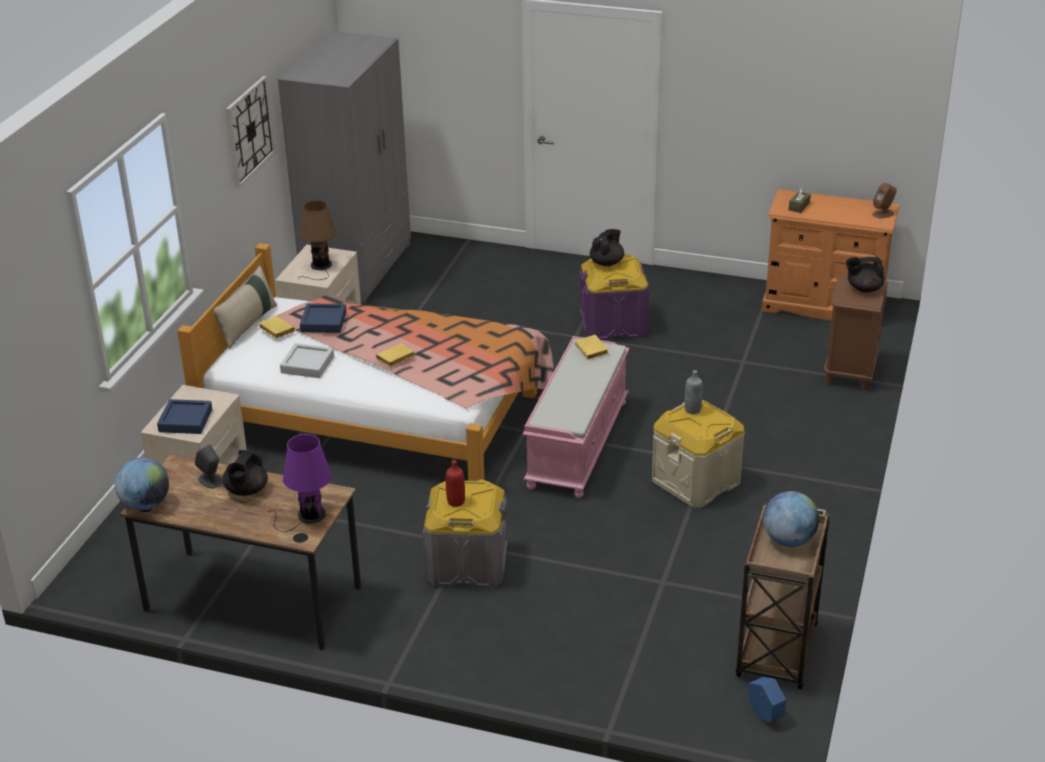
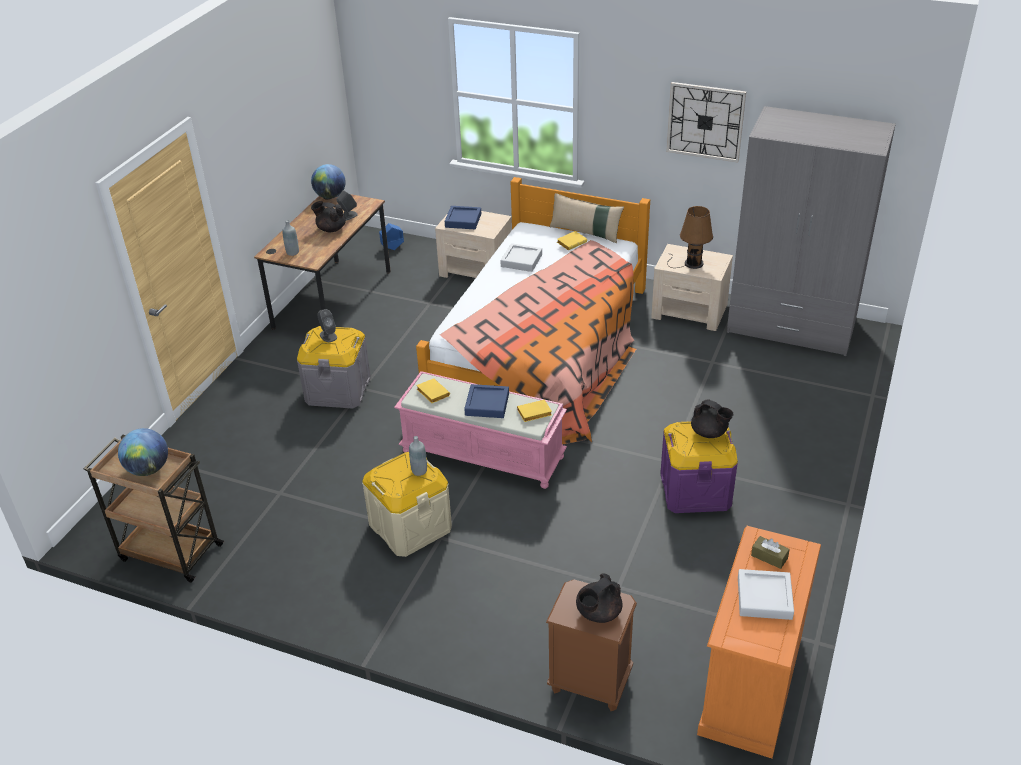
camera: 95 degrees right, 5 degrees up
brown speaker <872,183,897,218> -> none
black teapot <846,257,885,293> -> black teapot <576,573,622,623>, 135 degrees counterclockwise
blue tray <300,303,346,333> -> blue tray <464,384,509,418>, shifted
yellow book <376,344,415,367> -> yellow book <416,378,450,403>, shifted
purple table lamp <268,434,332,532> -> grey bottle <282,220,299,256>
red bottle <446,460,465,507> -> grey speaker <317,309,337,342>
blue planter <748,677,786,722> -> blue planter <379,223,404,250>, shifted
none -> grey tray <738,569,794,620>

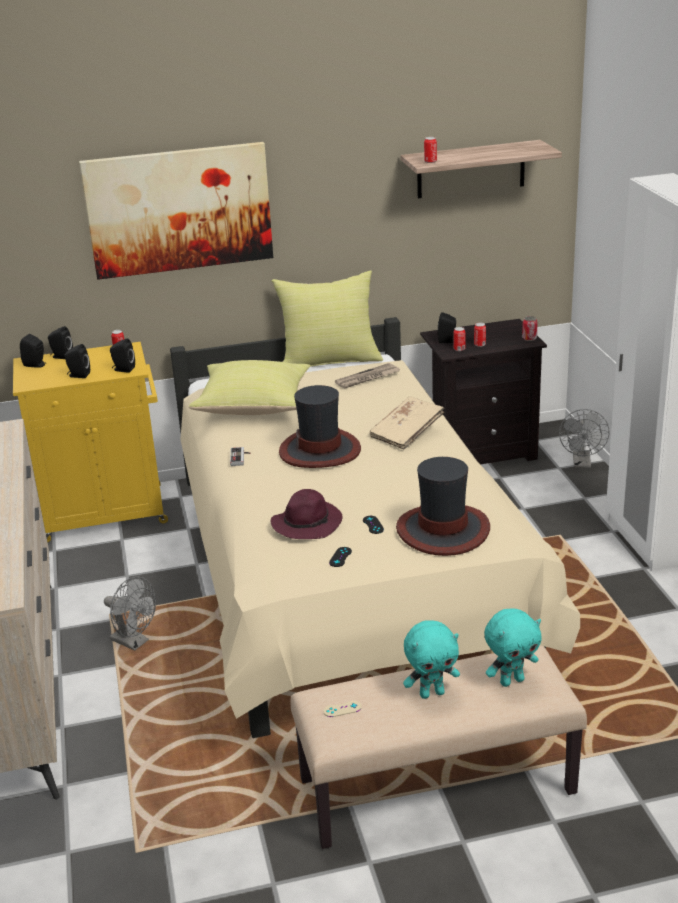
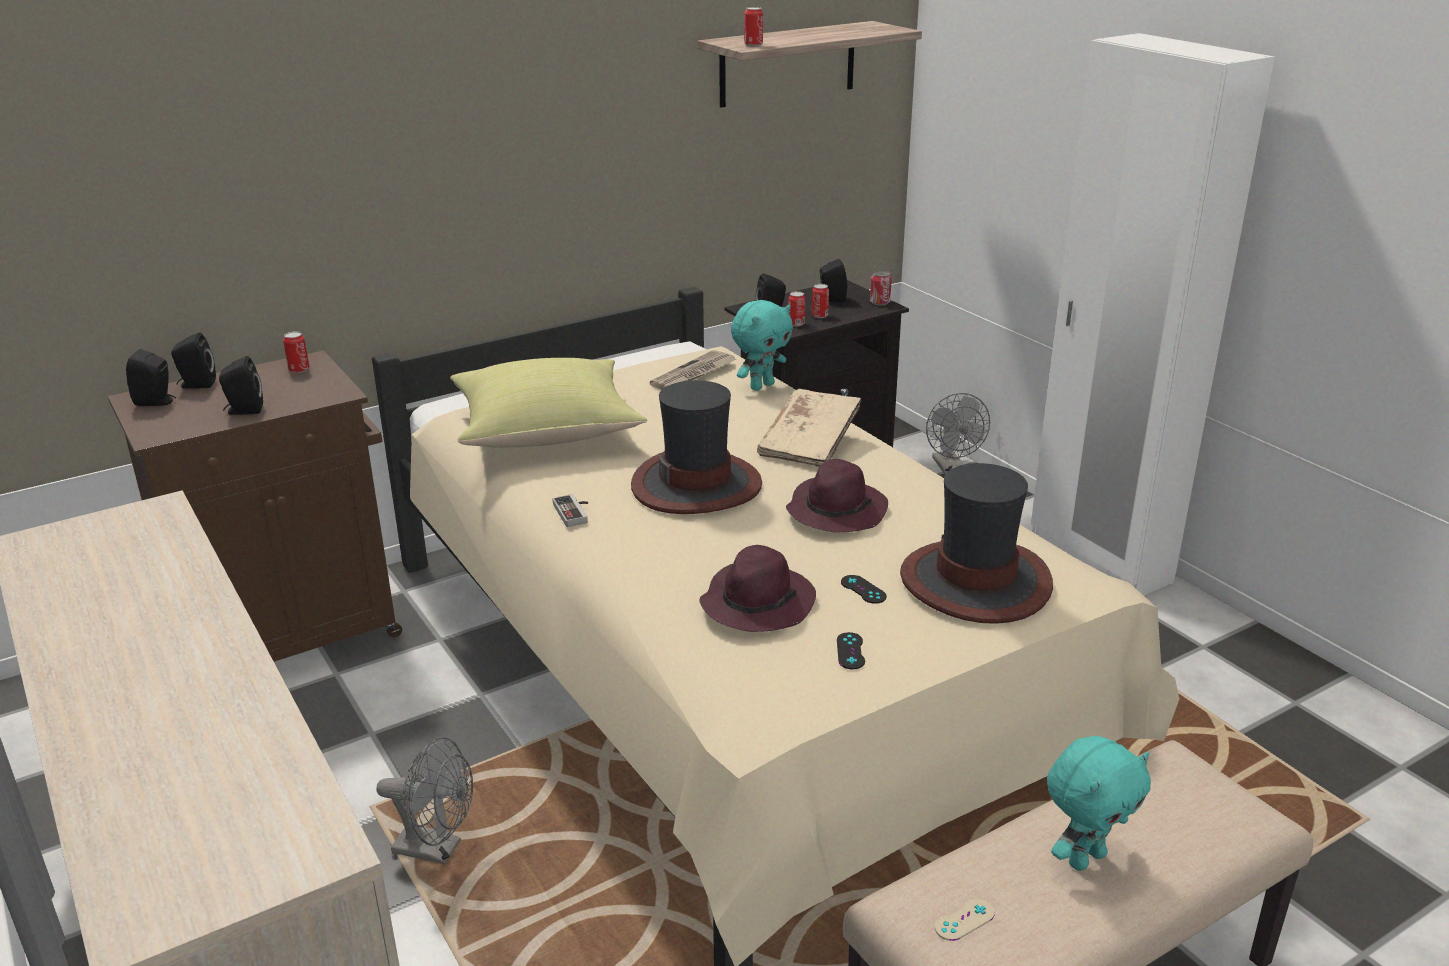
camera: 20 degrees left, 0 degrees up
picture <79,142,273,280> -> none
yellow pillow <272,270,383,367> -> none
black speaker <110,338,135,373> -> black speaker <819,259,848,303>, shifted
yellow cabinet <13,342,168,542> -> brown cabinet <108,350,402,662>
turquoise plush toy <485,608,542,687> -> turquoise plush toy <731,300,793,391>, shifted
none -> purple hat <786,459,888,533>

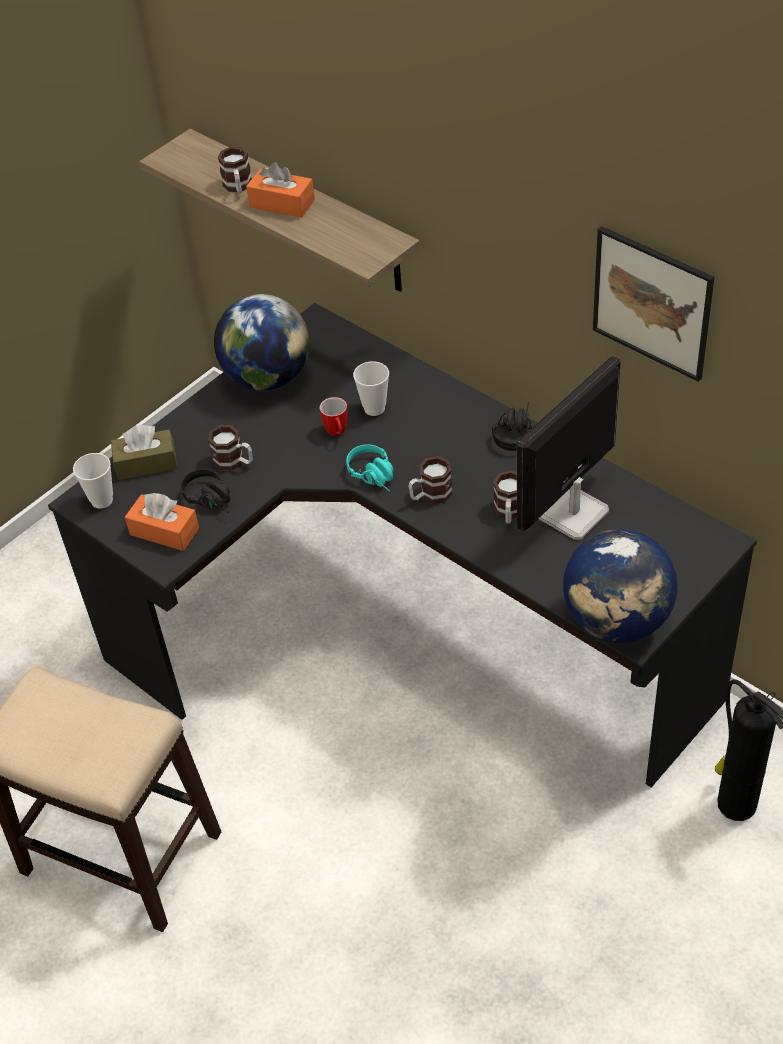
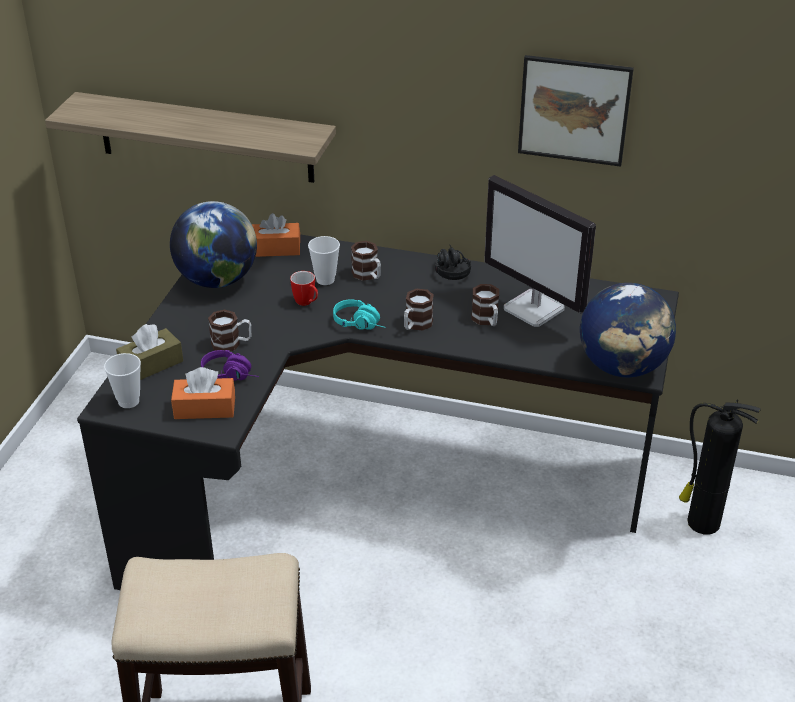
camera: 30 degrees left, 10 degrees down
mug <218,147,252,193> -> mug <351,241,381,281>, shifted
orange tissue box <246,162,315,218> -> orange tissue box <252,213,300,257>, shifted
monitor <517,356,621,540> -> monitor <484,175,596,327>, 60 degrees counterclockwise
black headphones <181,469,230,513> -> purple headphones <201,350,259,381>

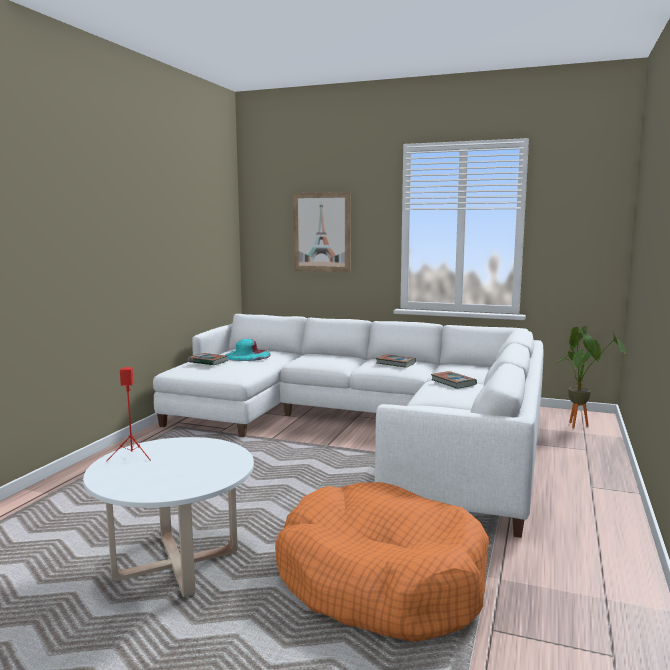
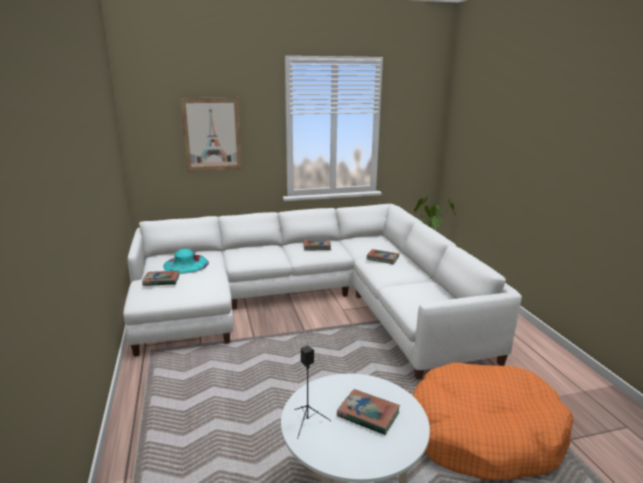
camera: 35 degrees left, 10 degrees up
red speaker <107,367,151,461> -> black speaker <294,346,331,438>
none -> book <337,389,400,435>

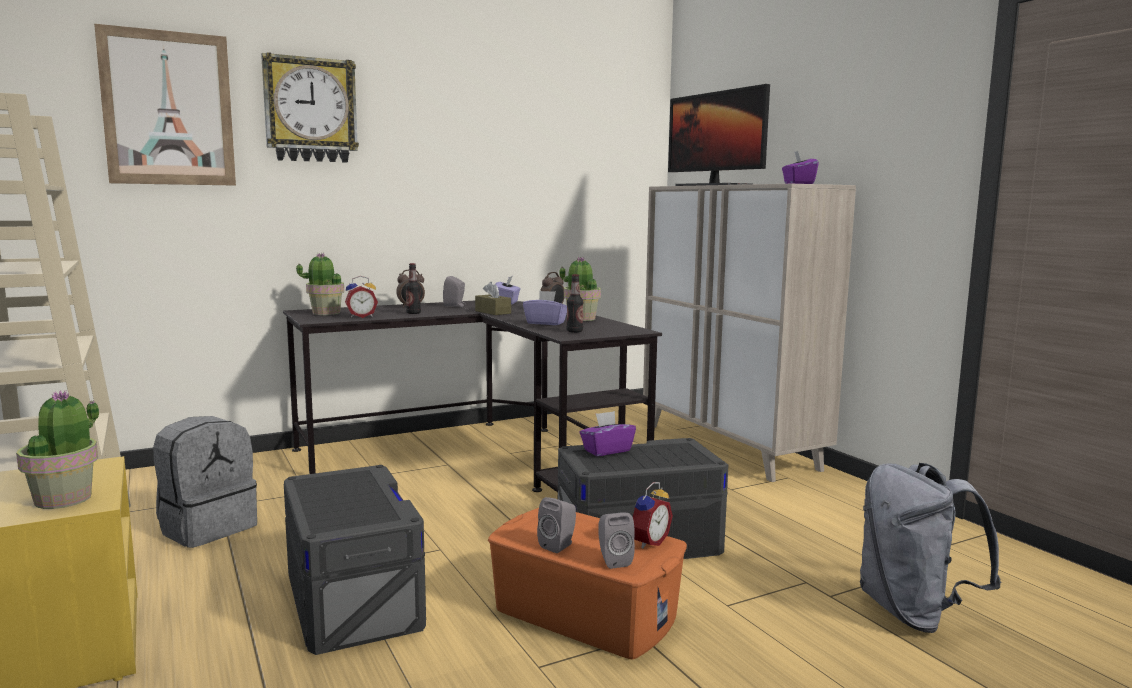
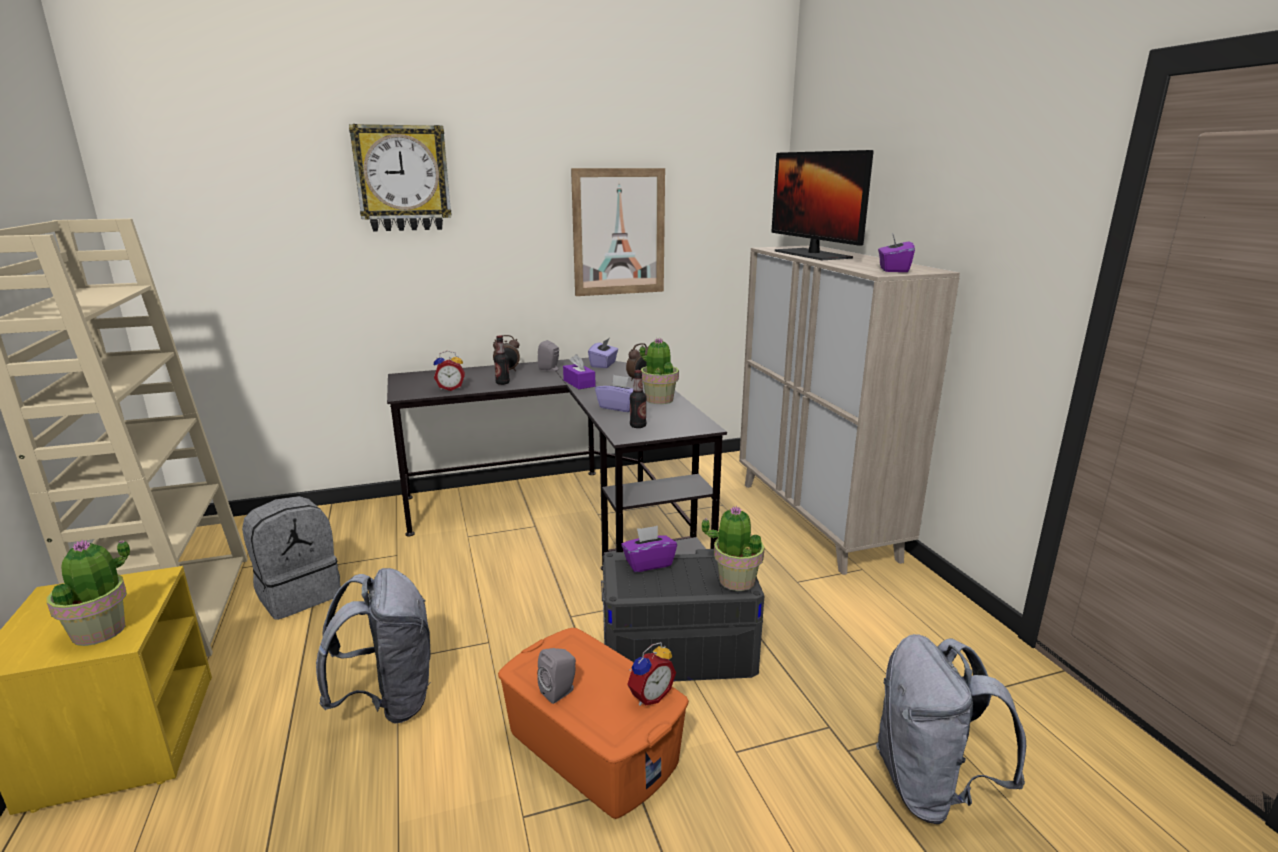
camera: 10 degrees right, 10 degrees up
picture <94,24,236,186> -> picture <571,168,665,296>, shifted
potted plant <296,253,344,315> -> potted plant <701,505,765,591>, shifted
brown tissue box <475,282,511,315> -> purple tissue box <563,354,596,389>
grey storage box <284,465,426,655> -> grey backpack <316,568,431,723>
grey speaker <598,512,635,569> -> none

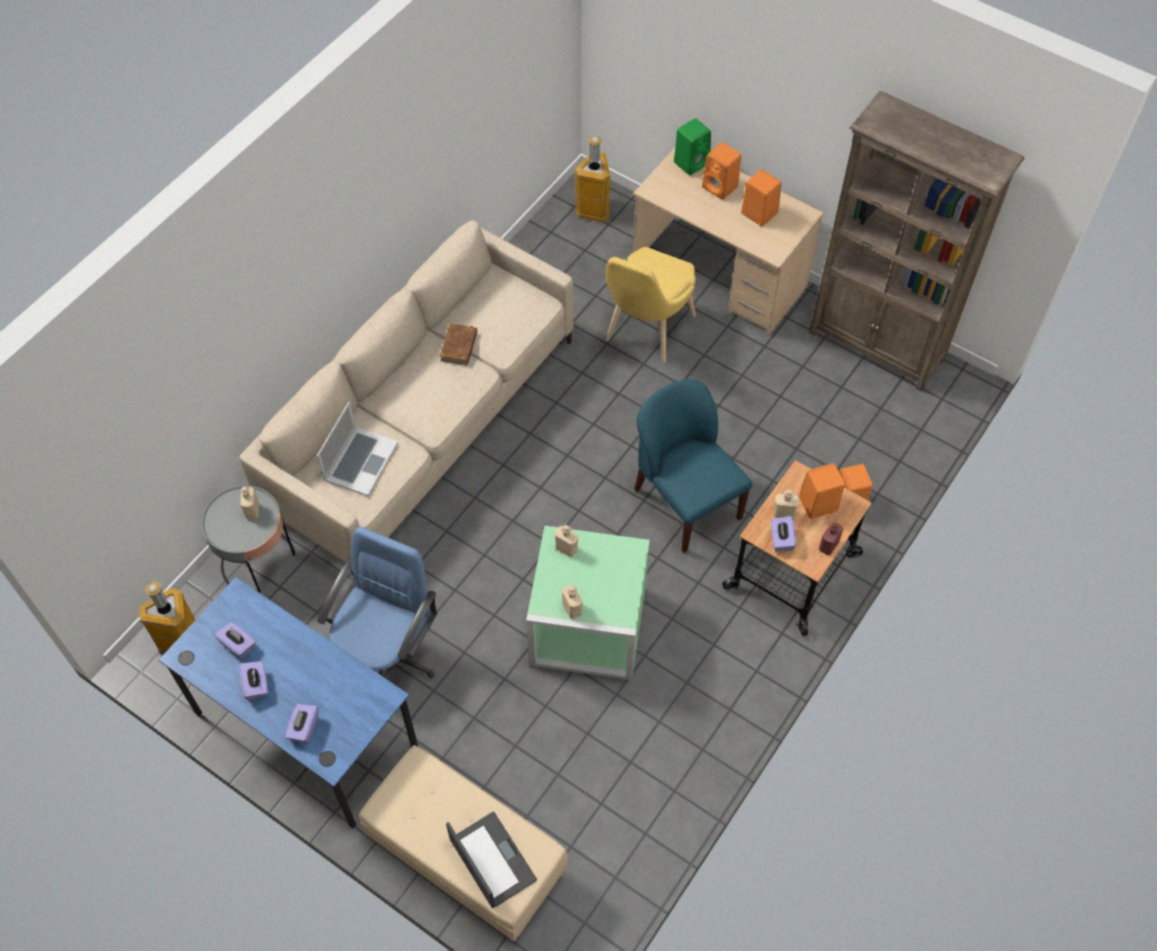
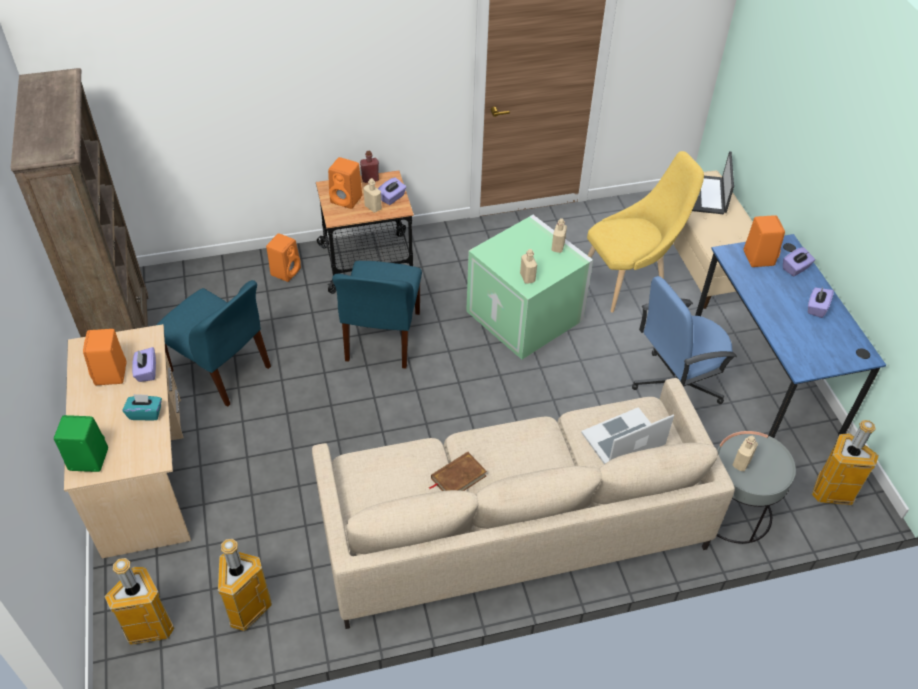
camera: 140 degrees left, 10 degrees down
orange speaker <702,142,741,200> -> orange speaker <744,215,785,267>, shifted
yellow chair <606,247,696,363> -> yellow chair <587,151,704,313>, shifted
purple tissue box <214,622,256,660> -> purple tissue box <132,347,156,382>, shifted
none -> blue chair <155,280,271,407>
none -> turquoise tissue box <122,394,162,421>
none -> trash can <218,539,272,631>

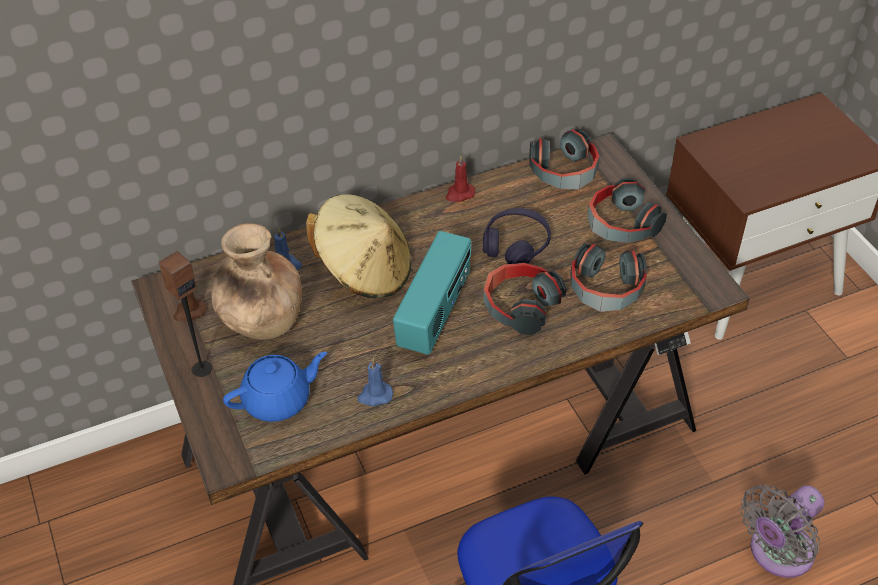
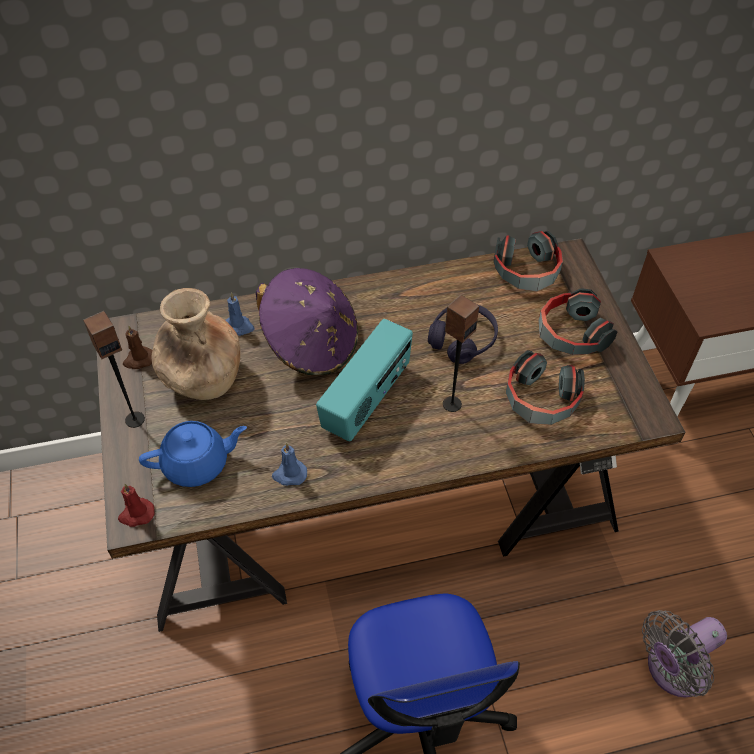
camera: 10 degrees right, 5 degrees up
red candle <446,156,475,202> -> red candle <118,484,155,527>, shifted
beige hat <306,194,411,298> -> purple hat <256,268,358,376>
headphones <483,263,567,335> -> speaker <443,295,479,412>

